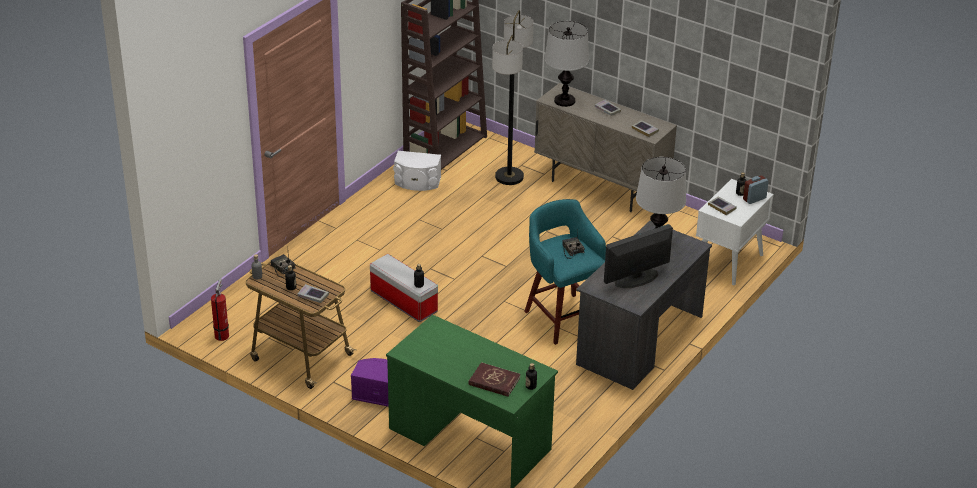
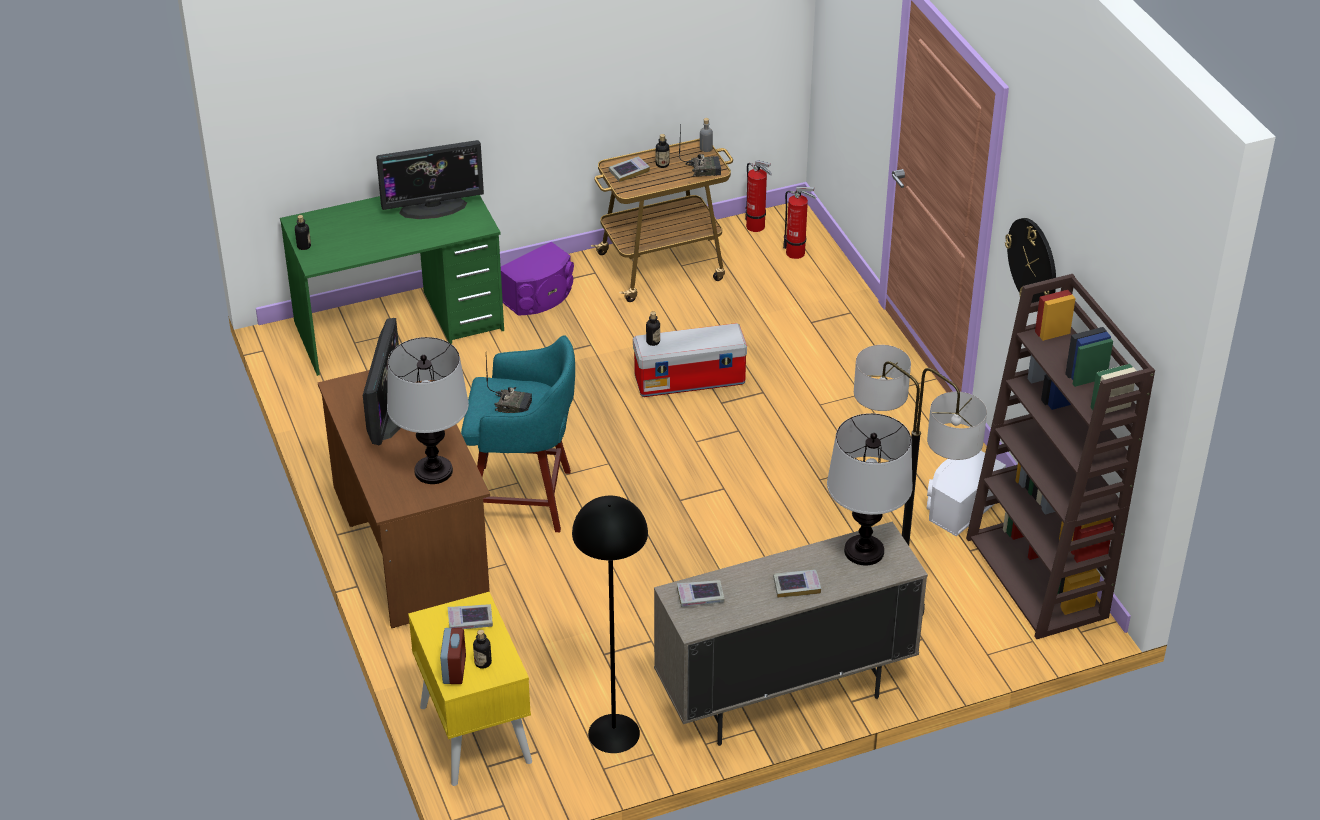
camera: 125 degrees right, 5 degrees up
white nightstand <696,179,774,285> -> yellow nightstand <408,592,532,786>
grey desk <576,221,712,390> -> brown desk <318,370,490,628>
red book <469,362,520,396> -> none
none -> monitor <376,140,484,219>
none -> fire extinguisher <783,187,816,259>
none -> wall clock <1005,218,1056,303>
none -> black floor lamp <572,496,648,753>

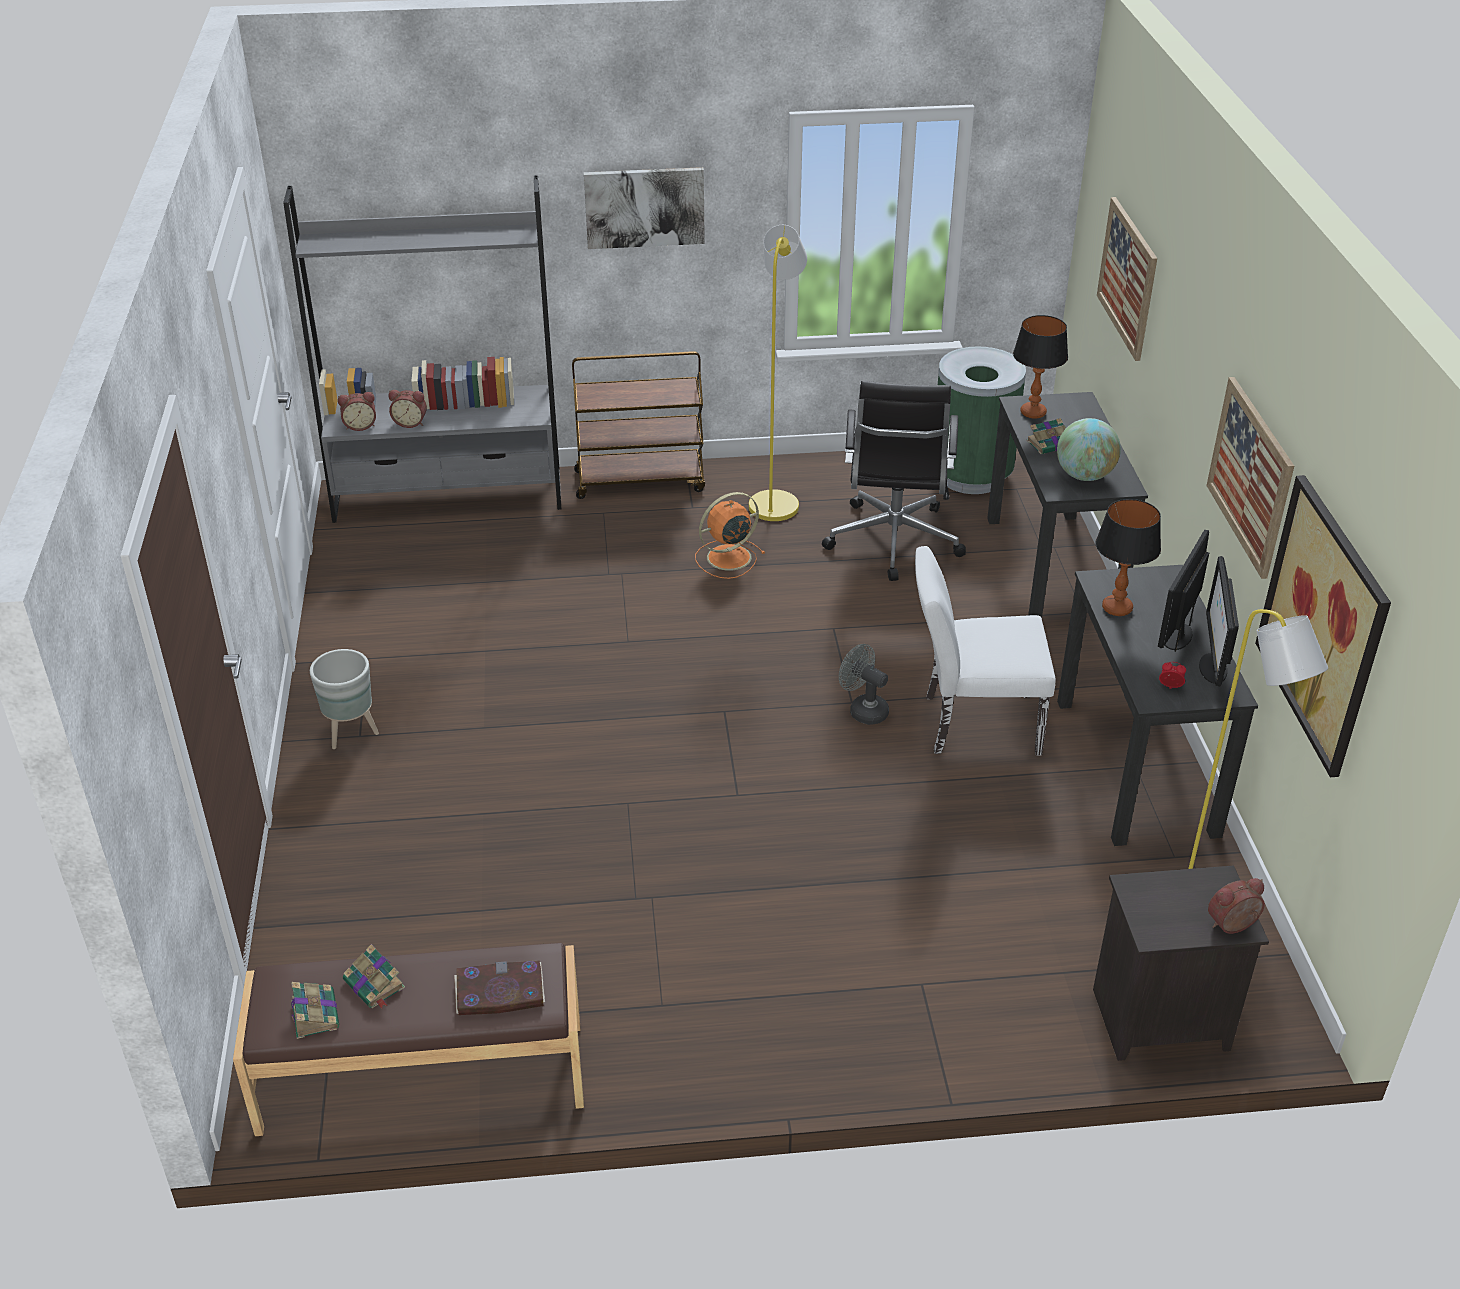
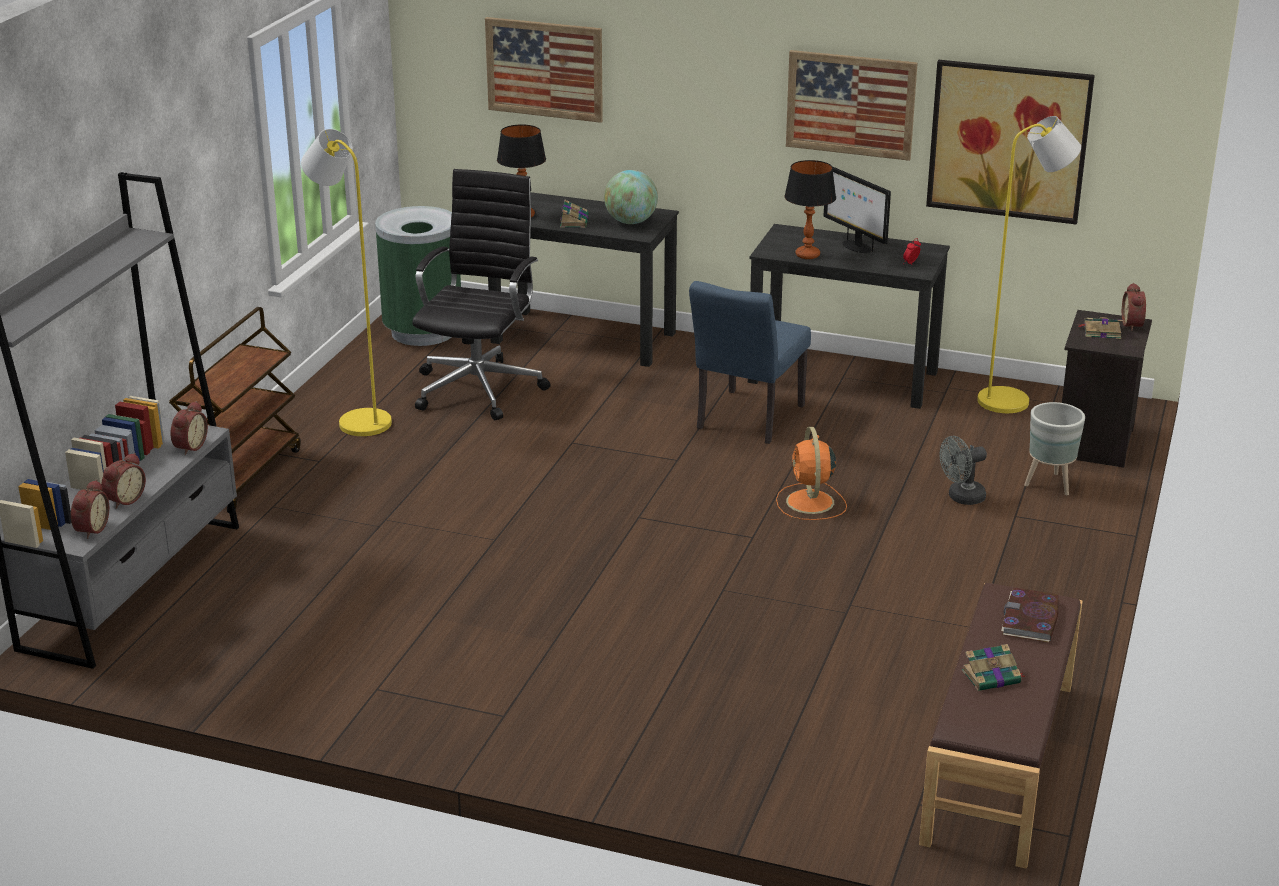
camera: 65 degrees left, 10 degrees down
picture <584,167,705,249> -> none
black office chair <822,381,966,581> -> black office chair <412,169,550,420>, 105 degrees counterclockwise
orange fan <695,492,765,579> -> orange fan <776,427,847,520>, shifted
white chair <915,546,1056,755> -> blue chair <689,281,811,444>
monitor <1199,556,1239,687> -> none
grey fan <839,644,889,725> -> grey fan <940,436,987,505>, shifted
grey planter <310,649,379,749> -> grey planter <1024,402,1085,495>, shifted
book <291,982,339,1039> -> book <1078,317,1123,339>, shifted
none -> alarm clock <171,401,208,455>

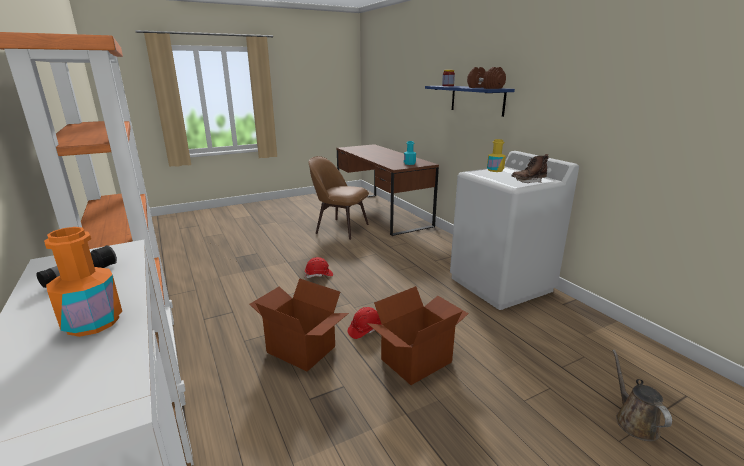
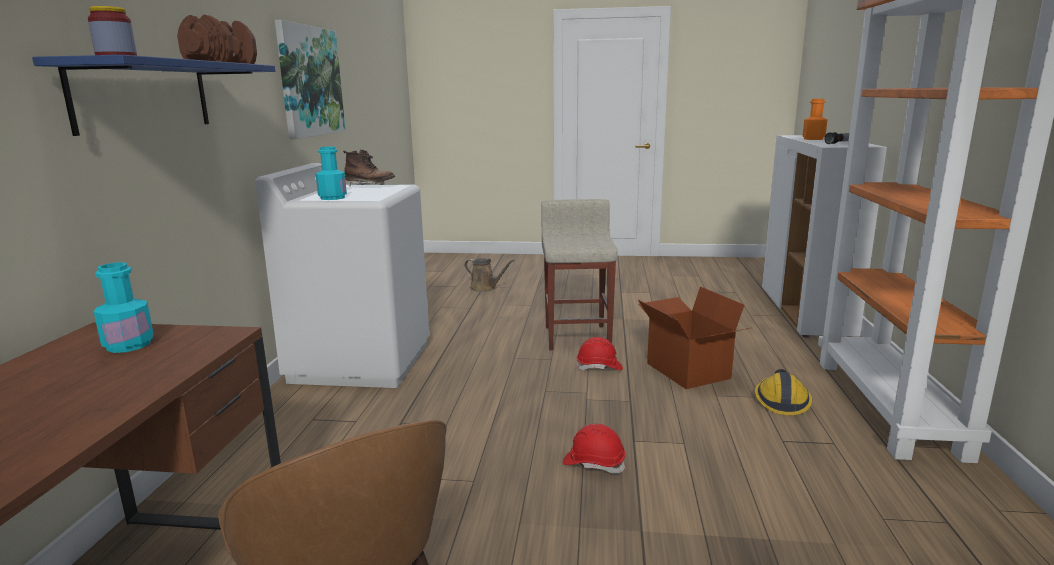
camera: 145 degrees left, 5 degrees down
yellow bottle <487,139,506,172> -> turquoise bottle <316,147,347,200>
cardboard box <367,286,469,385> -> beige stool <541,199,618,350>
brown watering can <612,350,672,441> -> brown watering can <464,258,514,292>, 90 degrees counterclockwise
none -> picture <275,20,345,139>
none -> hard hat <755,369,812,415>

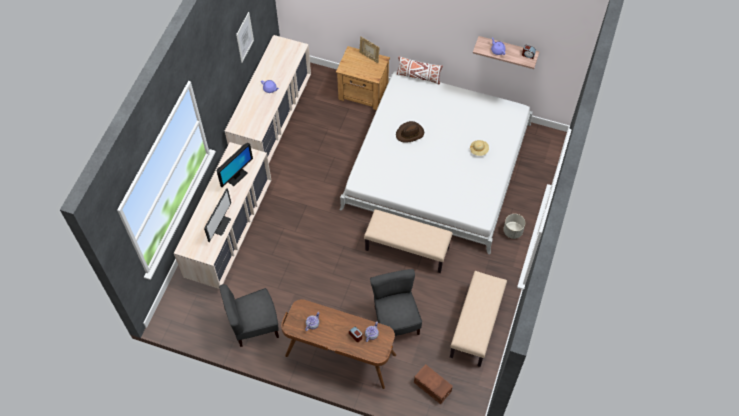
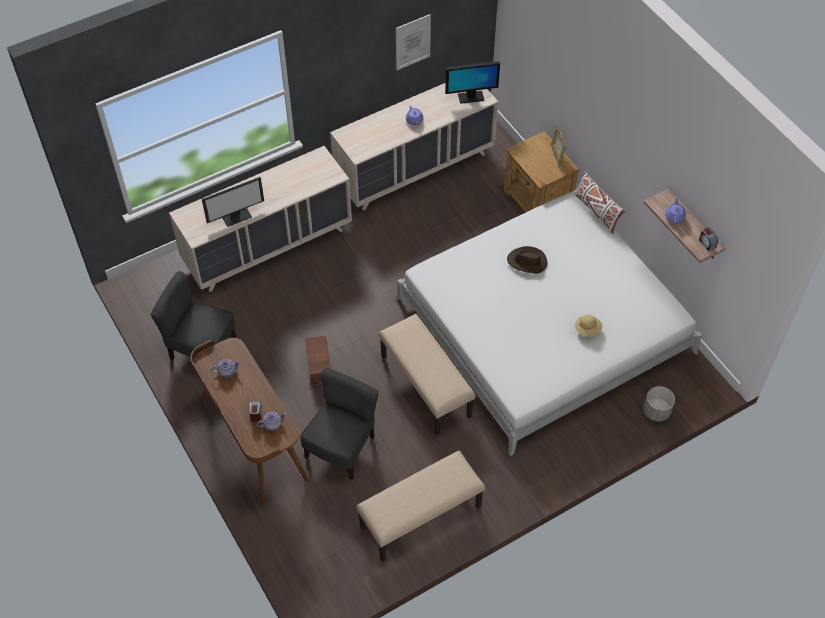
camera: 40 degrees right, 5 degrees down
monitor <217,143,253,187> -> monitor <445,61,500,104>, shifted
grey planter <503,214,525,239> -> grey planter <643,386,675,422>, shifted
brown storage box <414,364,453,404> -> brown storage box <305,336,331,386>, shifted

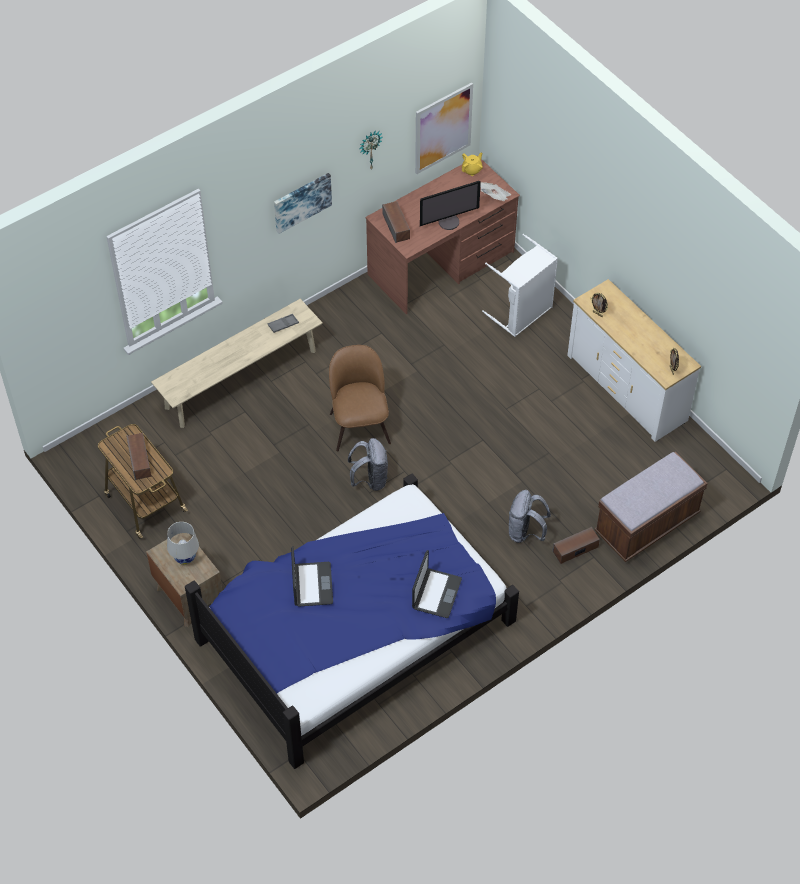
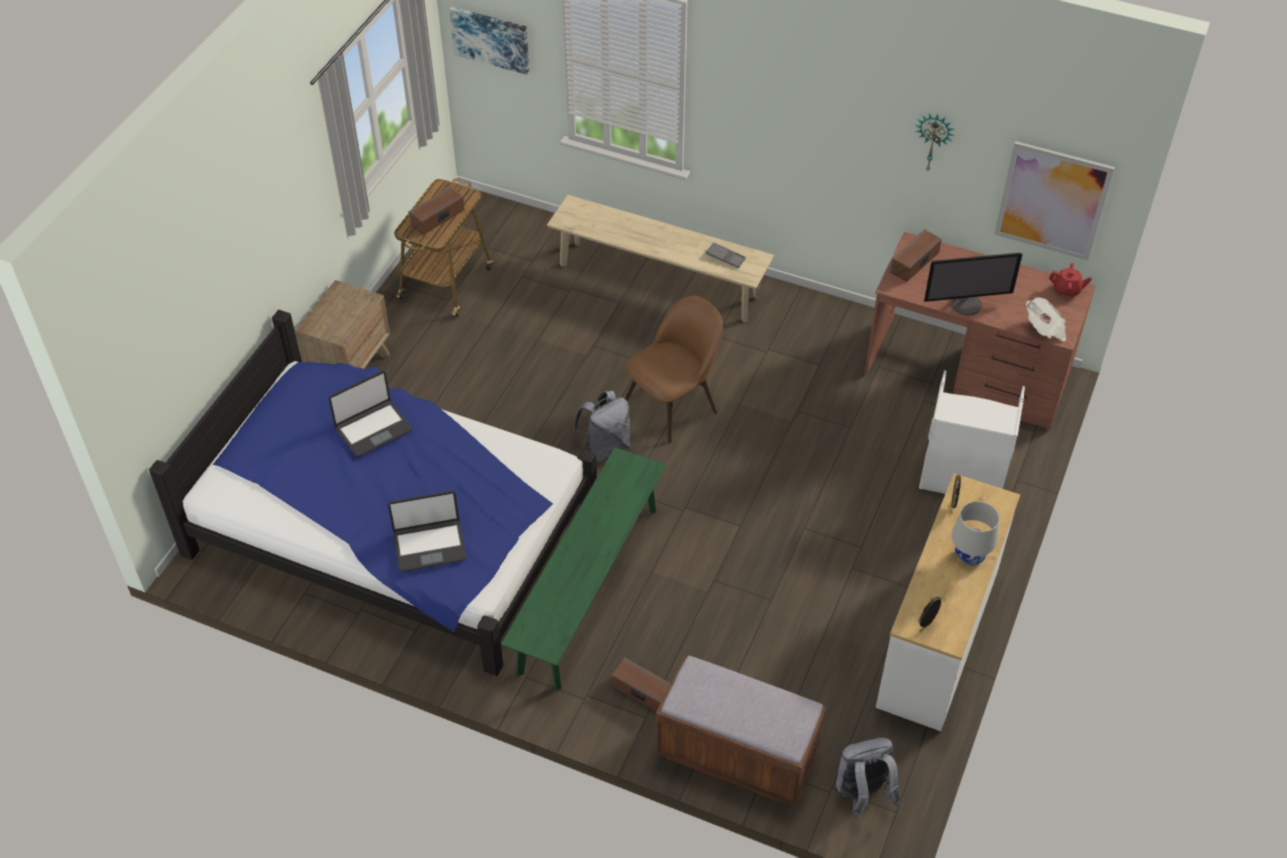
camera: 60 degrees right, 5 degrees down
yellow teapot <462,152,483,176> -> red teapot <1049,263,1092,297>
picture <274,173,332,234> -> picture <449,7,529,75>, shifted
monitor <420,181,481,230> -> monitor <924,253,1023,315>, 45 degrees counterclockwise
grey backpack <509,490,551,543> -> grey backpack <836,738,900,817>, shifted
white table lamp <167,522,199,565> -> white table lamp <951,501,999,566>, shifted
none -> green bench <501,447,666,691>

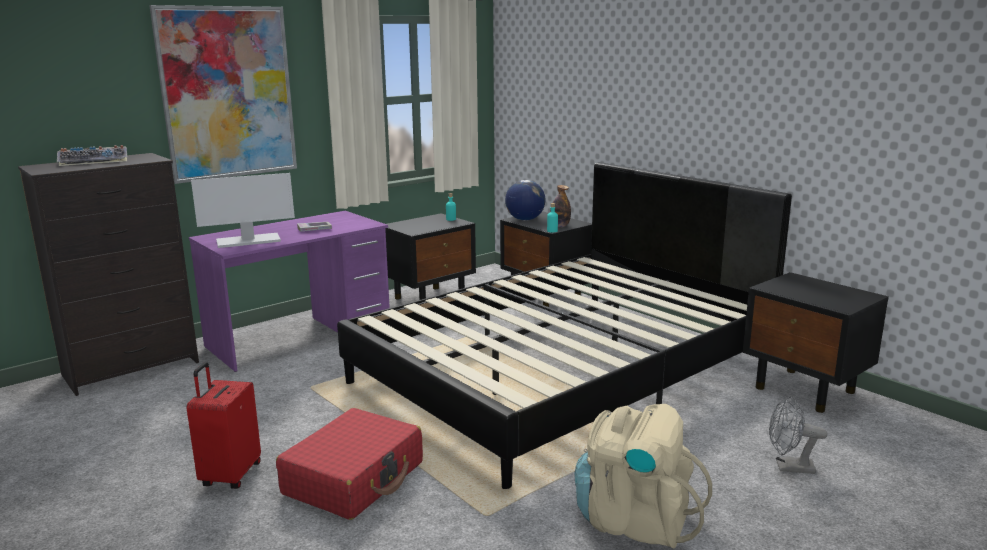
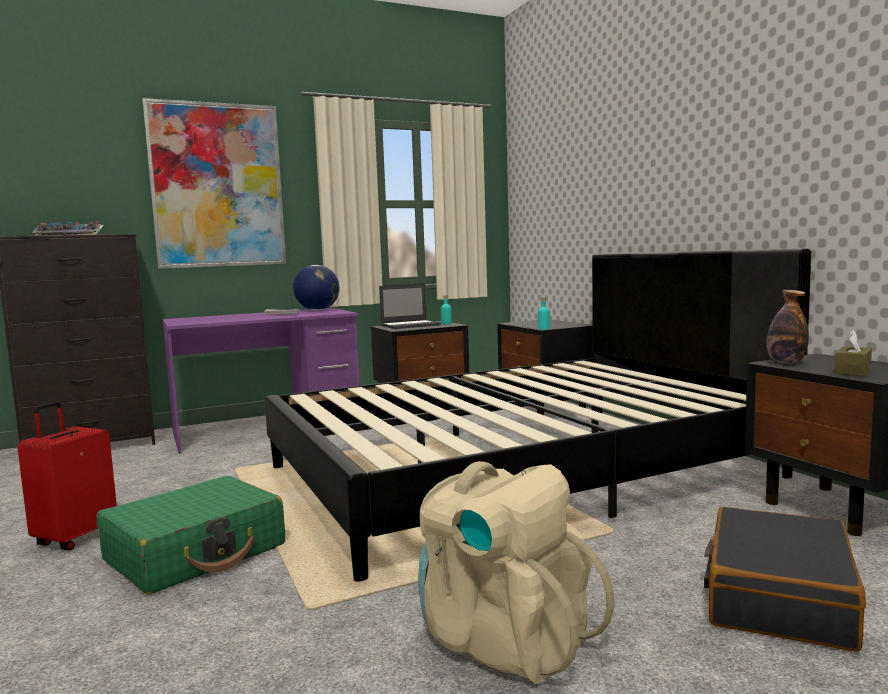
camera: 15 degrees right, 10 degrees down
monitor <191,173,295,248> -> none
globe <505,180,545,220> -> globe <293,265,339,310>, shifted
bottle <550,185,571,227> -> bottle <767,290,809,364>, shifted
grey fan <769,396,827,474> -> black suitcase <704,507,866,652>
red suitcase <276,408,423,520> -> green suitcase <96,476,285,594>
none -> laptop <379,284,441,329>
none -> brown tissue box <835,330,872,376>

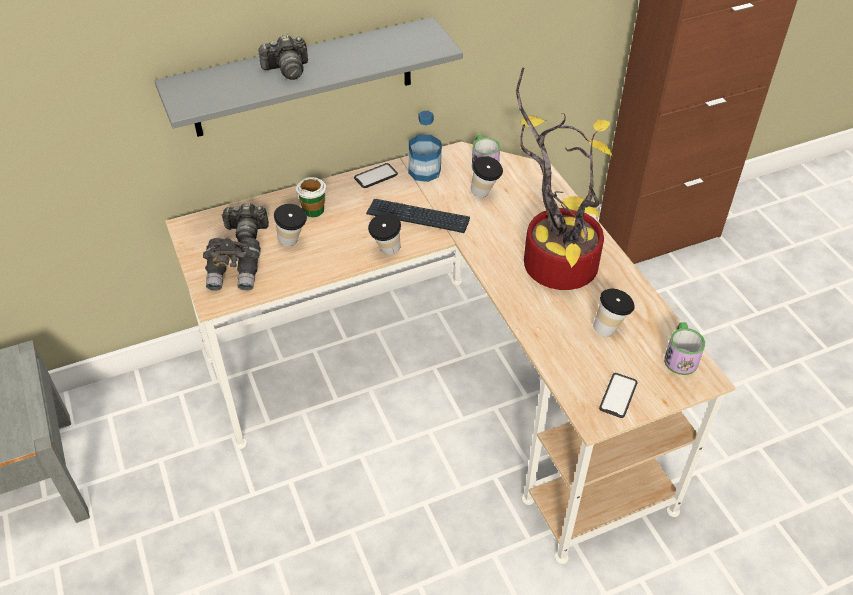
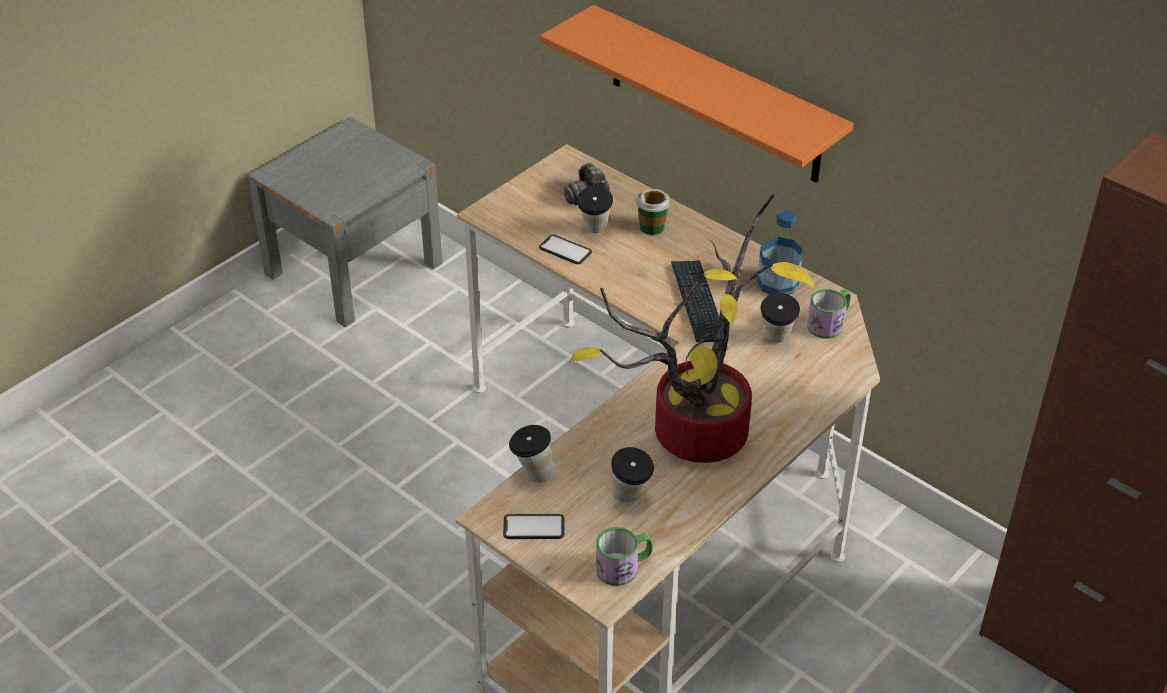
camera: 65 degrees right, 5 degrees down
grey shelf <154,17,463,137> -> orange shelf <540,5,854,183>
photo camera <258,34,308,80> -> none
phone <354,163,398,188> -> phone <539,235,592,264>, shifted
cup <368,213,401,255> -> cup <509,425,554,483>, shifted
grey binoculars <203,238,261,291> -> none

